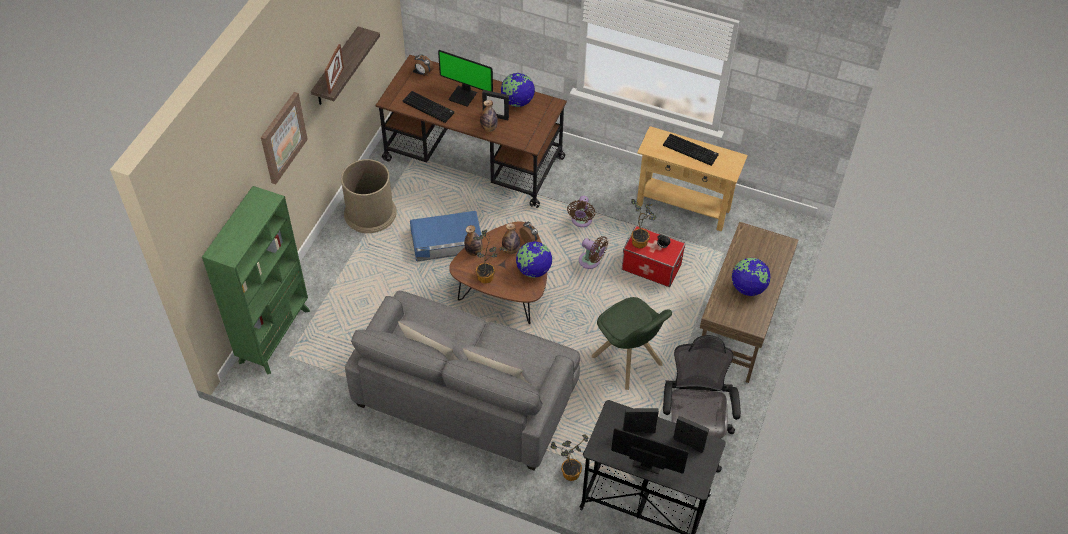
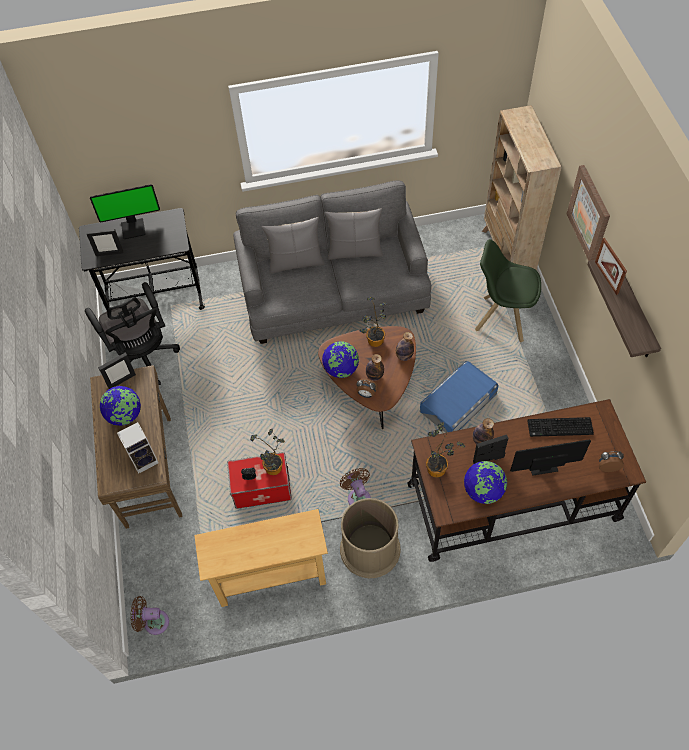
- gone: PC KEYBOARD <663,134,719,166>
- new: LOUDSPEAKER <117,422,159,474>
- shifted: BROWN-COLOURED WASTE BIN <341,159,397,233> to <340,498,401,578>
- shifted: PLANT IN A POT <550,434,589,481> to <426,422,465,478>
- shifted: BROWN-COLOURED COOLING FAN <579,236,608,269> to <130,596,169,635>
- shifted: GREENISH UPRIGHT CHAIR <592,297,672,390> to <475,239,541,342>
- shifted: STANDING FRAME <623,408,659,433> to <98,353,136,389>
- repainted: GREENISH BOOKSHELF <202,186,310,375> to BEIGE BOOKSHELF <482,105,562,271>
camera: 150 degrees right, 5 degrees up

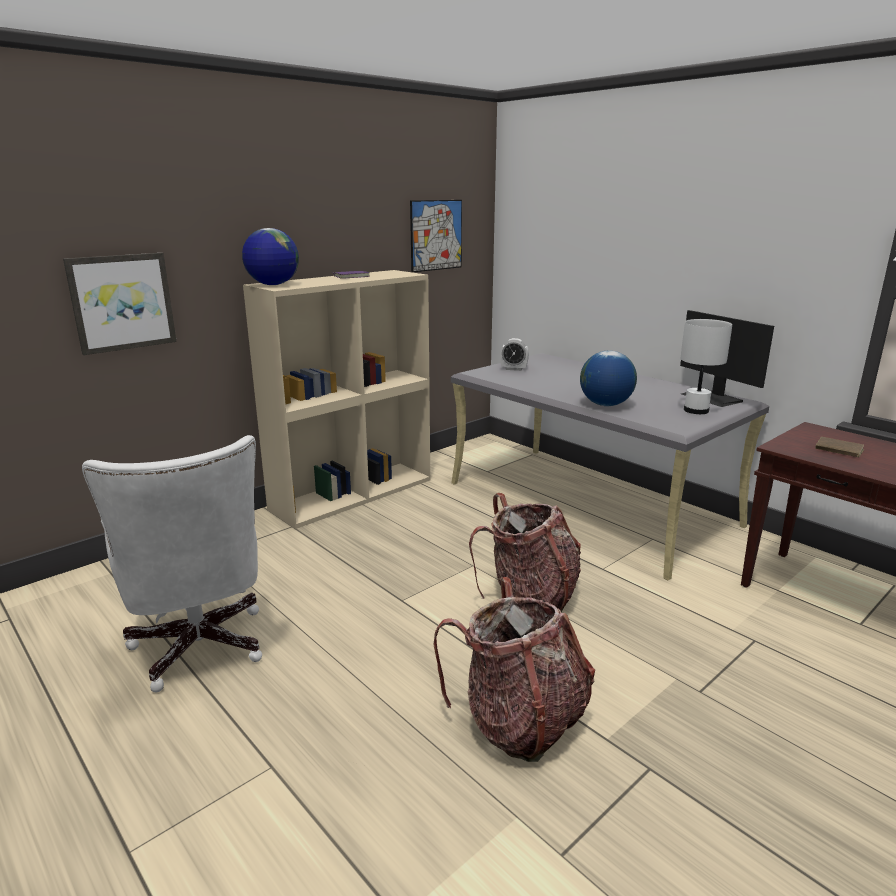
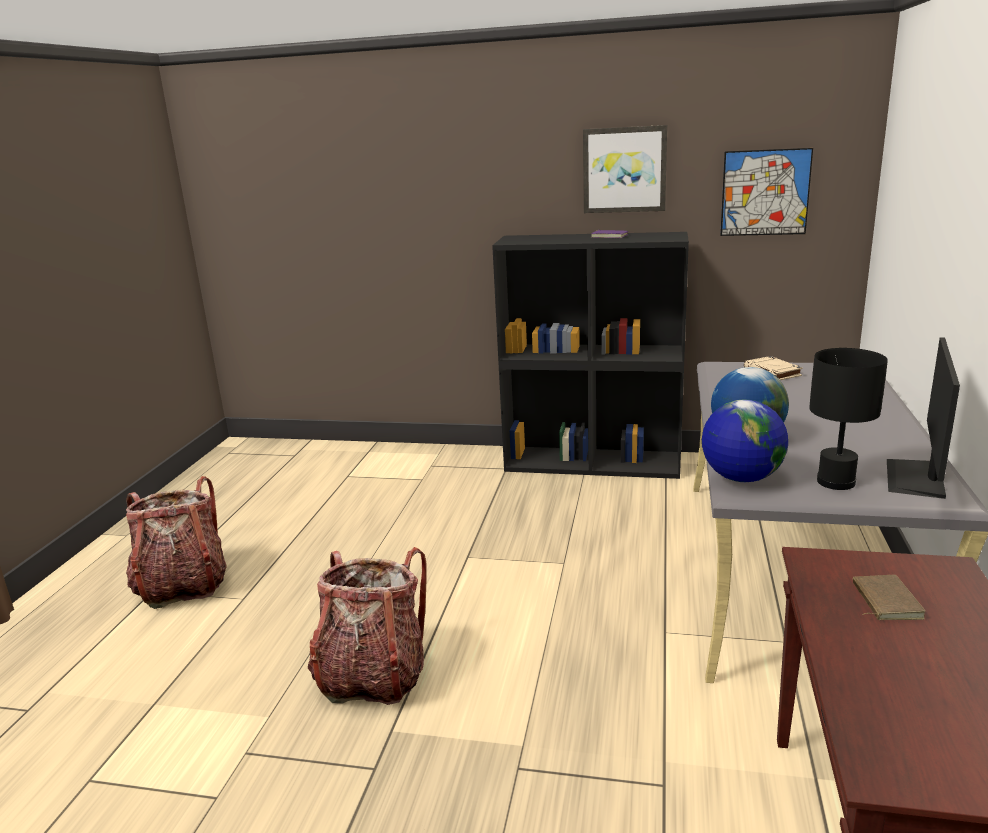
- gone: WHITISH OFFICE CHAIR <82,435,262,692>
- shifted: WALL PICTURE <63,253,177,355> to <583,125,667,213>
- shifted: DESK GLOBE <242,228,299,285> to <702,400,788,482>
- shifted: BACKPACK <469,493,581,613> to <126,476,226,609>
- swapped: BEDSIDE CLOCK <500,338,529,371> to BEIGE BOUND BOOK <744,356,803,380>
- repainted: BEIGE BOOKSHELF <243,270,430,529> to BLACK BOOKSHELF <492,232,689,479>
- repainted: WHITISH LAMP FOR A TABLE <681,319,732,414> to BLACK LAMP FOR A TABLE <810,348,888,490>
camera: 55 degrees right, 0 degrees up

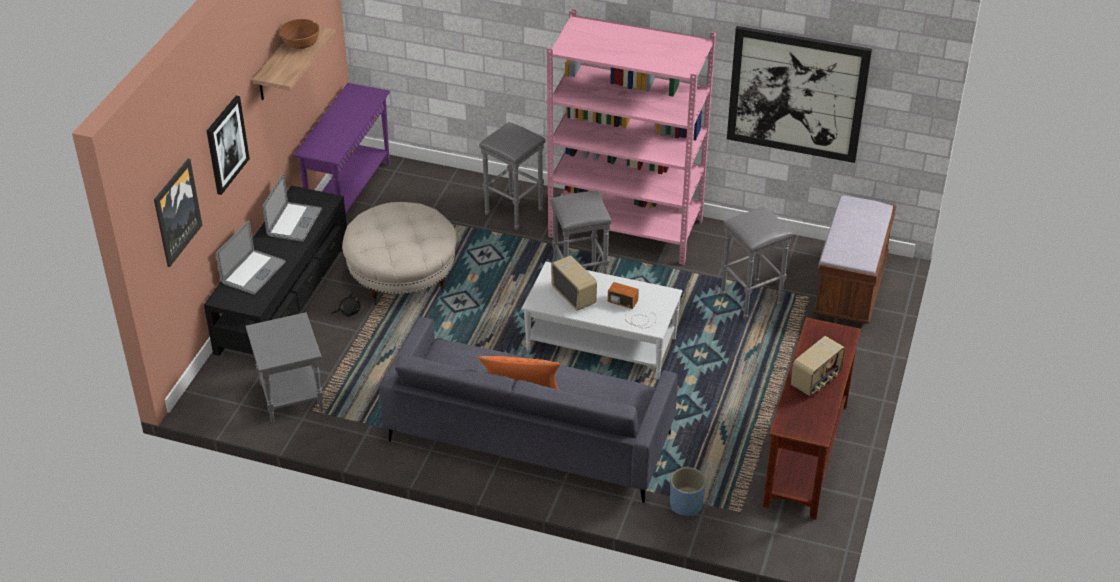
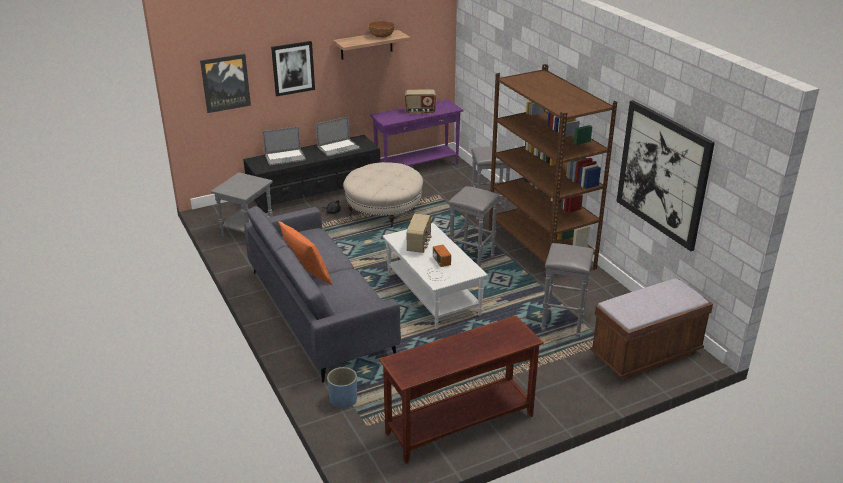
- shifted: RADIO SET <791,336,845,396> to <405,90,436,114>
- repainted: PINK-COLOURED BOOKSHELF <547,8,716,265> to BROWN-COLOURED BOOKSHELF <489,64,617,270>
camera: 45 degrees right, 10 degrees down

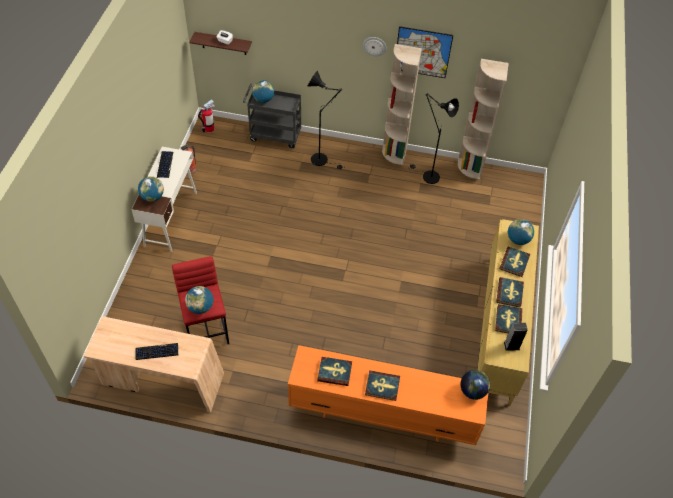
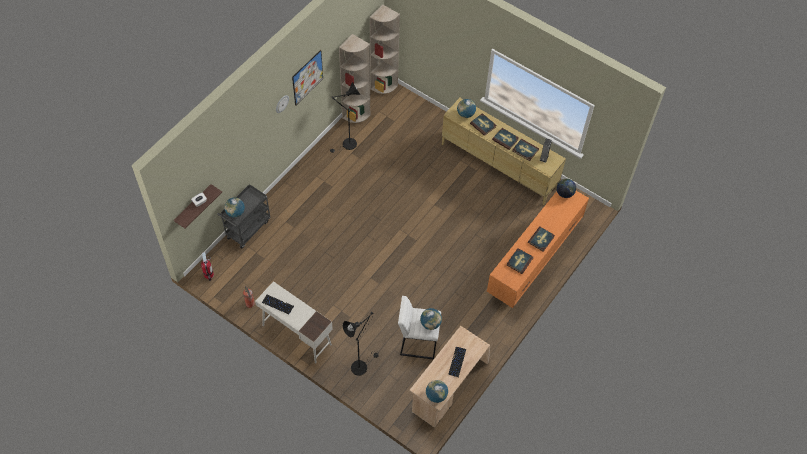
- shifted: DESK GLOBE <138,176,164,202> to <426,380,448,403>
- shifted: BLACK FLOOR LAMP <308,70,344,169> to <343,312,379,376>
- shifted: BEIGE BOOKSHELF <382,44,422,165> to <370,4,400,94>
- repainted: REDDISH STOOL <172,256,229,344> to WHITISH STOOL <398,296,441,360>
camera: 65 degrees left, 5 degrees up

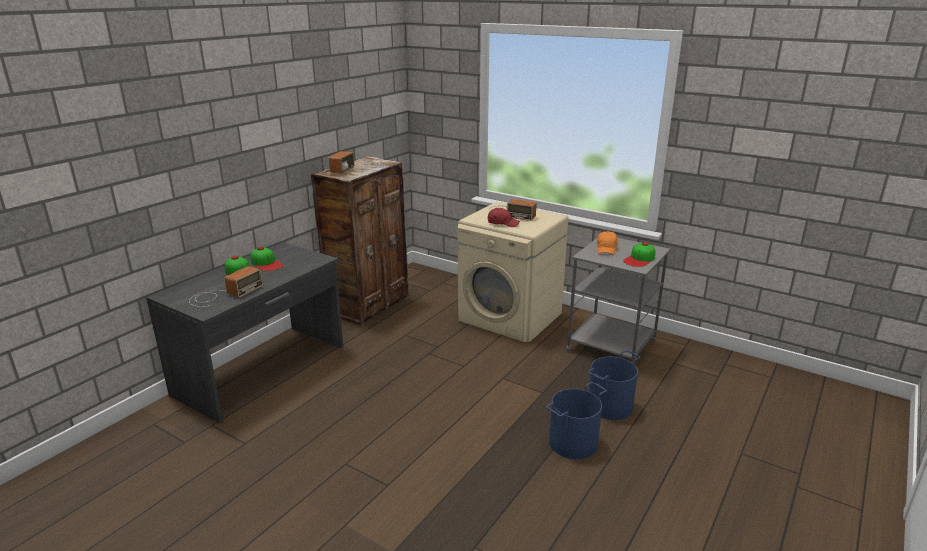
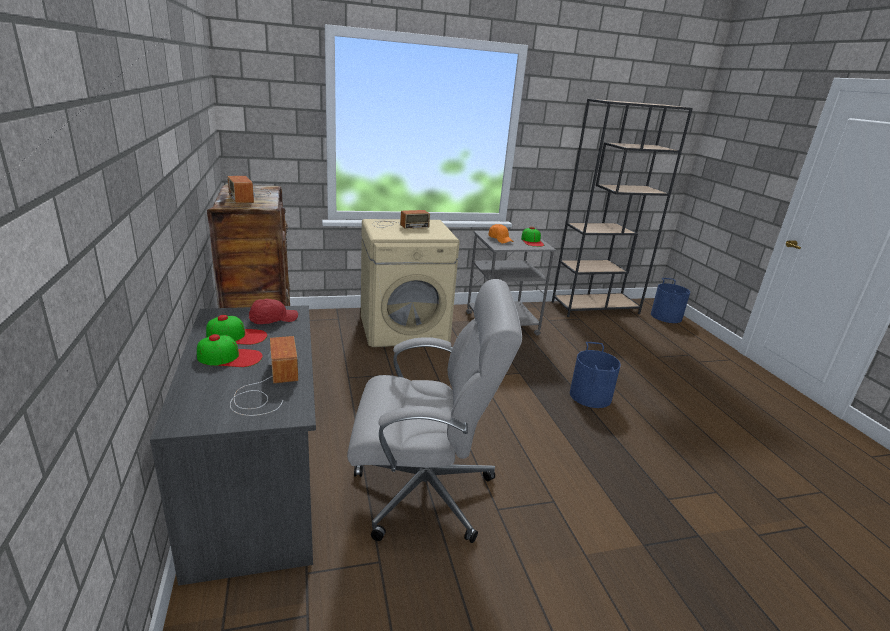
- new: GREY OFFICE CHAIR <347,279,522,543>
- new: BOOKSHELF <552,99,693,317>
- shifted: REDDISH CAP <488,208,520,227> to <249,298,298,324>
- shifted: BLUE-COLOURED BUCKET <588,350,641,420> to <651,278,690,323>
camera: 50 degrees left, 0 degrees up

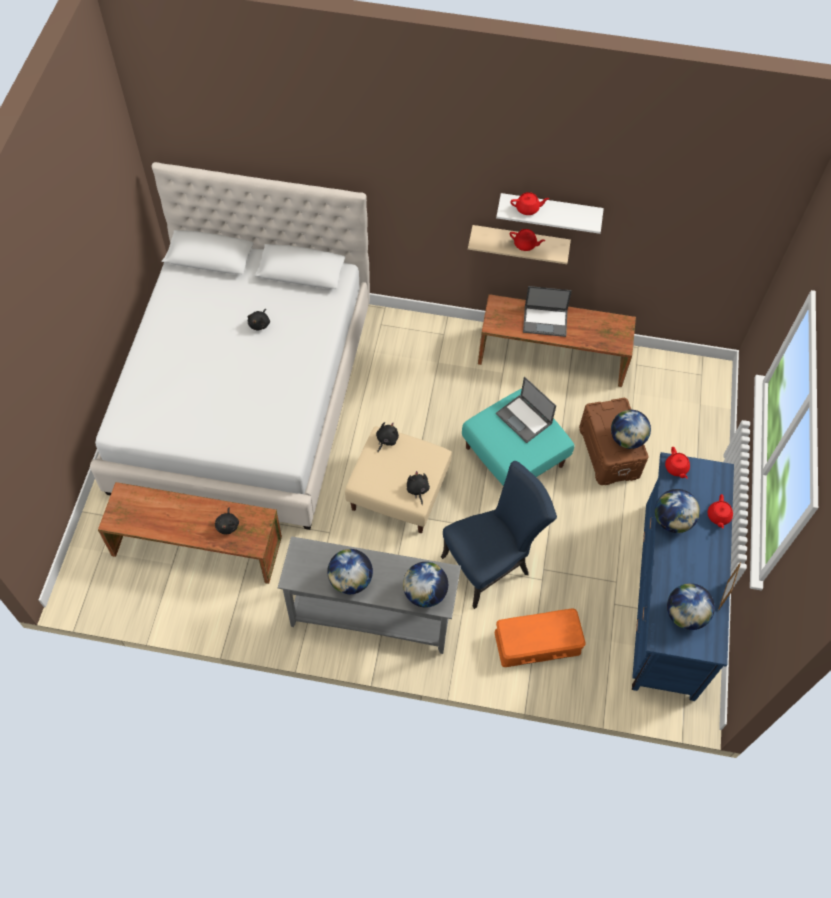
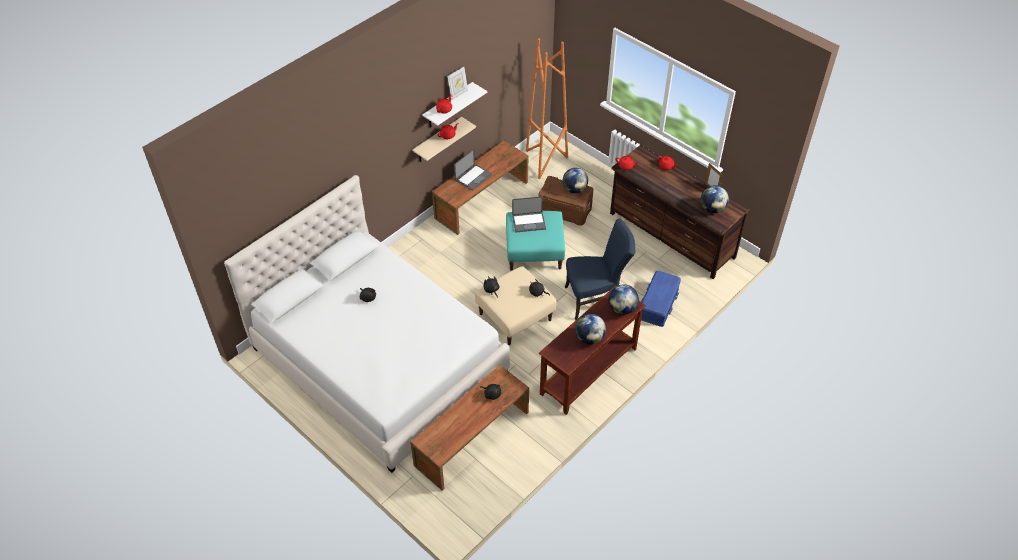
- gone: DESK GLOBE <655,489,700,533>
- new: STANDING FRAME <447,67,468,100>
- new: ORANGE-COLOURED GARMENT STAND <526,38,568,179>
- repainted: GREY CONSOLE TABLE <278,536,461,654> to BROWN-COLOURED CONSOLE TABLE <539,285,646,415>
- repainted: ORANGE-COLOURED STORAGE BOX <495,608,586,667> to BLUE-COLOURED STORAGE BOX <641,271,681,327>
- repainted: BLUE-COLOURED DRAWER CHEST <632,452,734,701> to BROWN-COLOURED DRAWER CHEST <610,145,750,279>
- rotated: BLUE-COLOURED UPRIGHT CHAIR <441,461,557,609> = <565,219,635,320> 75 degrees clockwise
camera: 55 degrees left, 10 degrees down

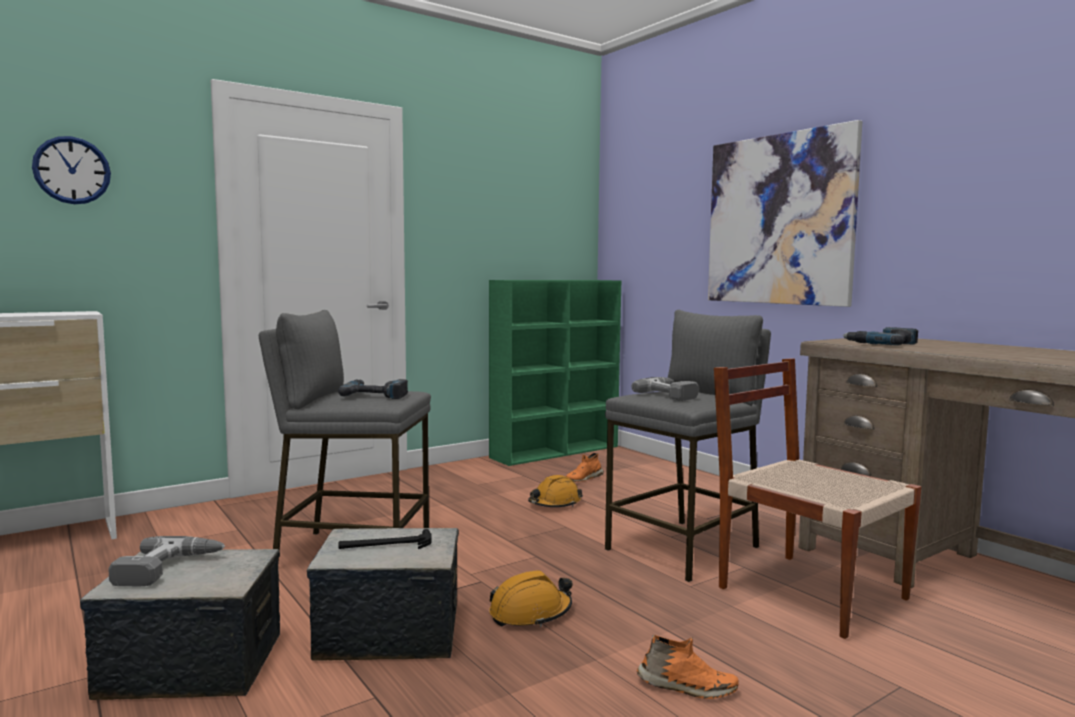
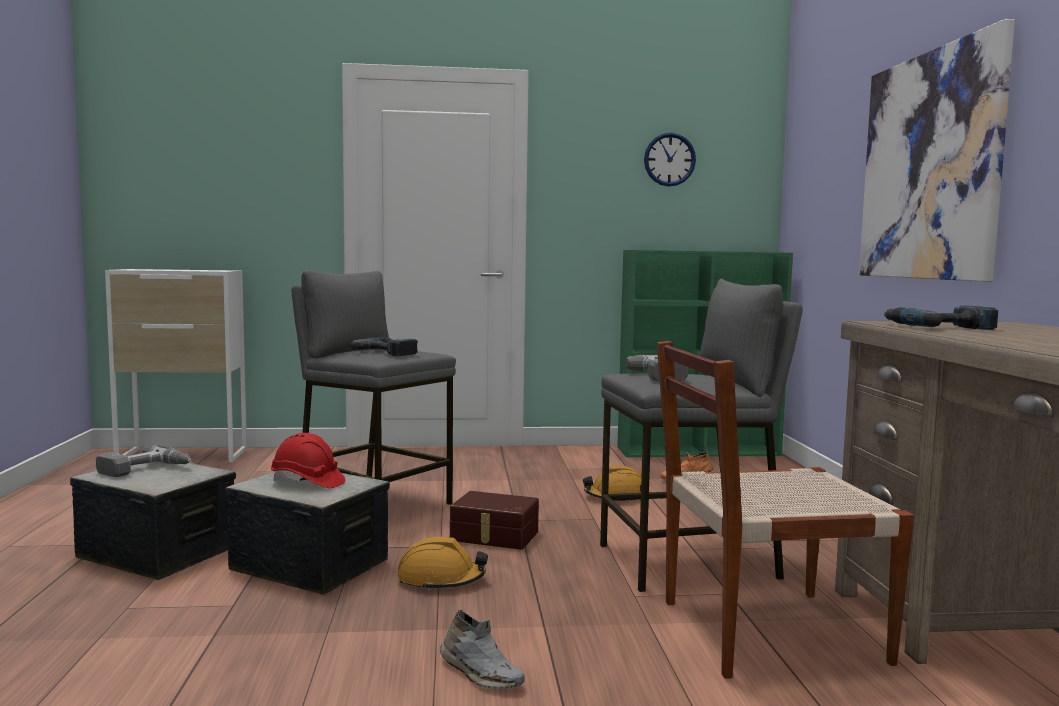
- new: BROWN-COLOURED STORAGE BOX <450,491,539,550>
- shifted: CLOCK ON THE WALL <32,136,111,204> to <644,133,696,187>
- swapped: HAMMER <338,529,432,549> to REDDISH WORK HELMET <271,433,345,488>
- repainted: ORANGE-COLOURED SHOE <637,635,739,699> to GREY SHOE <440,609,525,689>
- rotated: UPRIGHT CHAIR <714,359,921,639> = <657,341,914,679> 90 degrees counterclockwise
camera: 30 degrees right, 0 degrees up

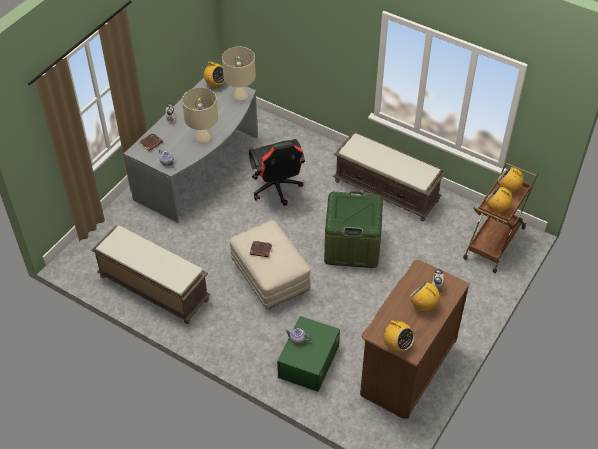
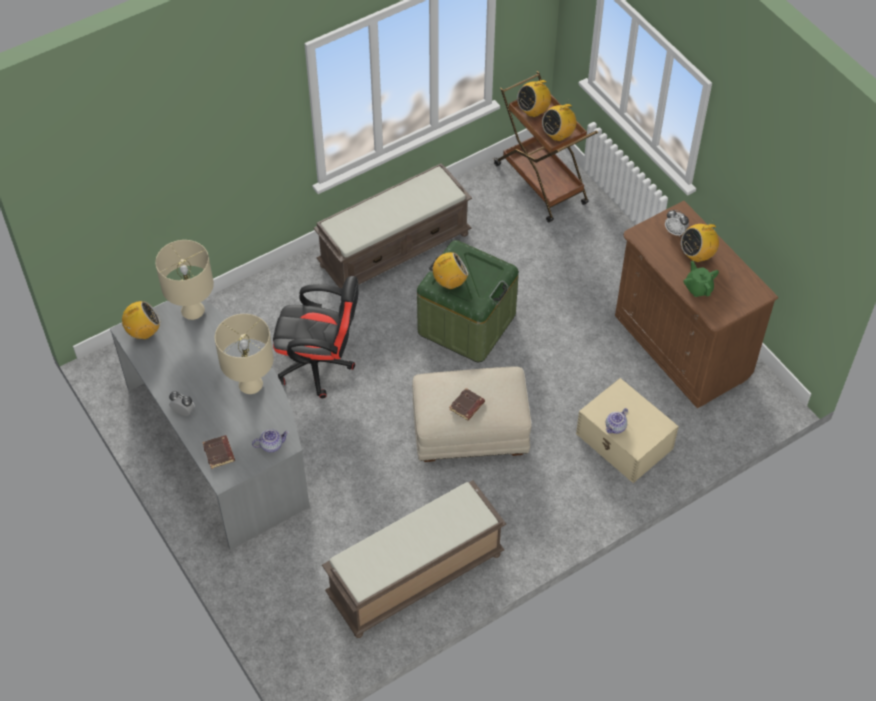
- new: GREENISH TEAPOT <683,261,719,297>
- shifted: RADIO SET <383,320,414,352> to <433,252,469,289>
- repainted: GREENISH STORAGE BOX <277,316,340,392> to BEIGE STORAGE BOX <576,378,679,483>
camera: 65 degrees left, 5 degrees up

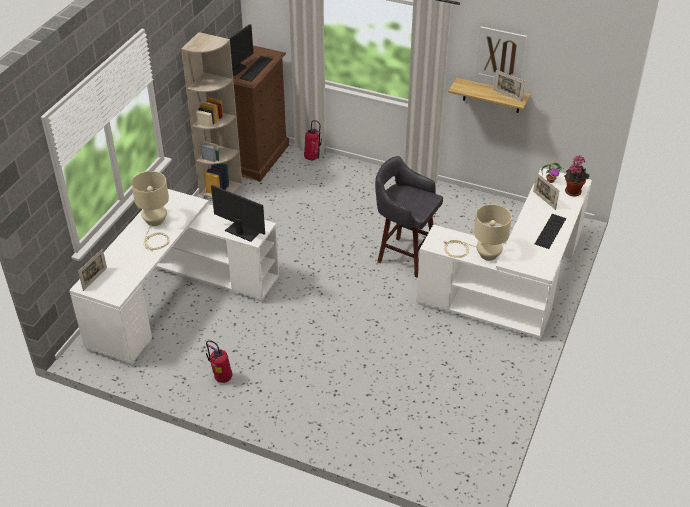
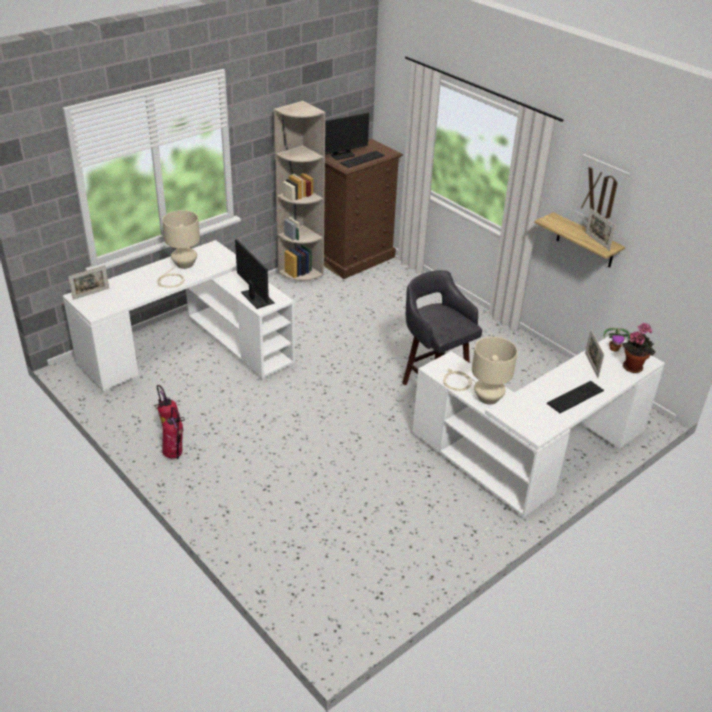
- shifted: EXTINGUISHER <304,120,322,161> to <162,407,185,459>
camera: 25 degrees right, 5 degrees down

